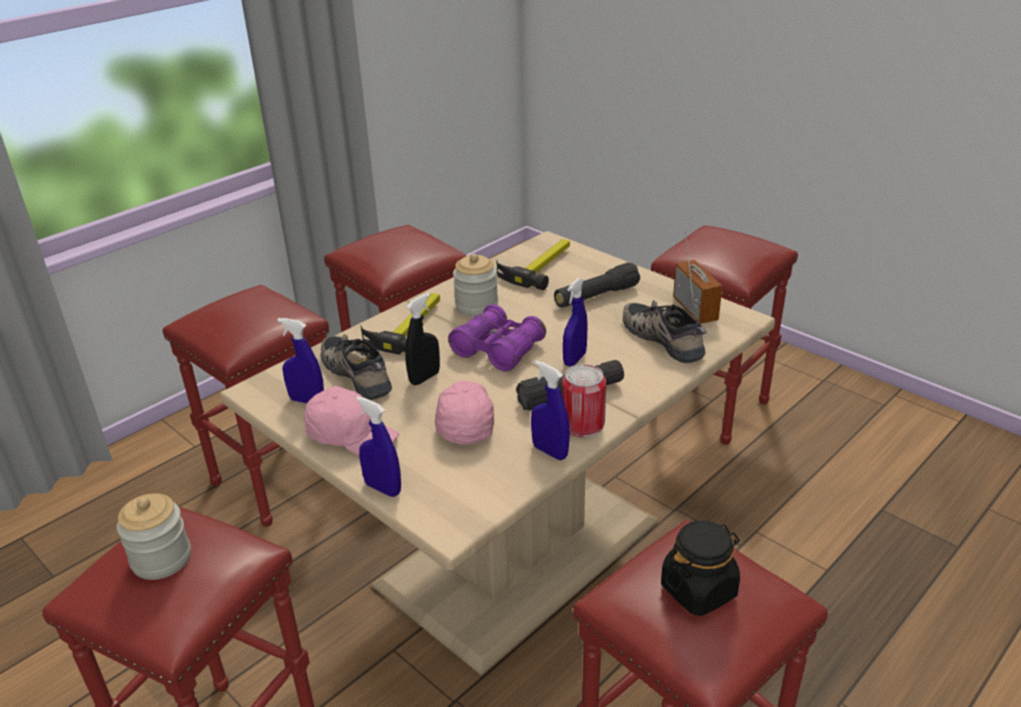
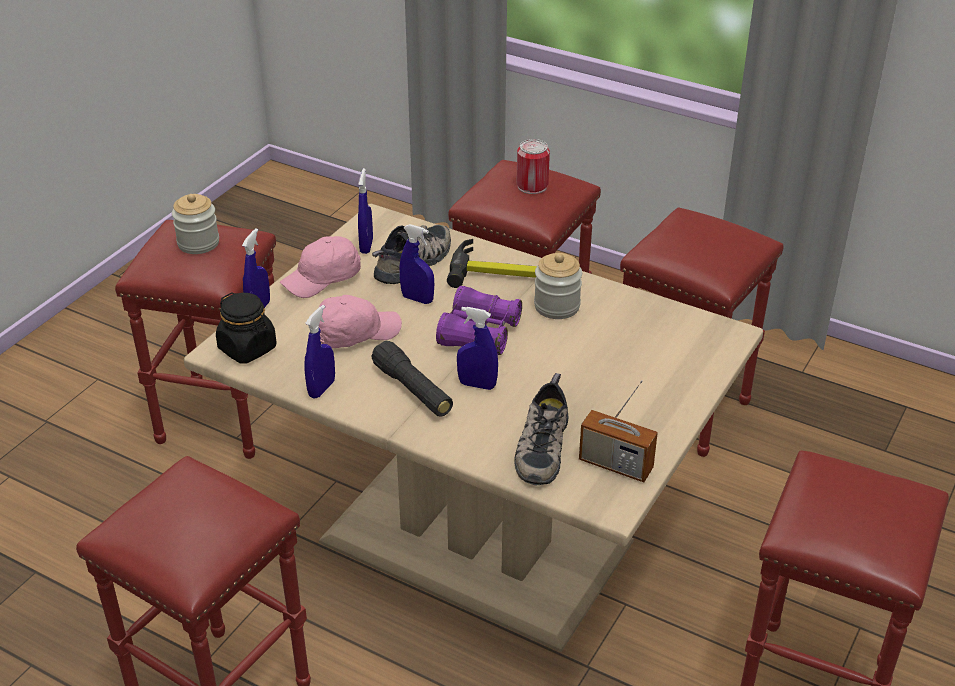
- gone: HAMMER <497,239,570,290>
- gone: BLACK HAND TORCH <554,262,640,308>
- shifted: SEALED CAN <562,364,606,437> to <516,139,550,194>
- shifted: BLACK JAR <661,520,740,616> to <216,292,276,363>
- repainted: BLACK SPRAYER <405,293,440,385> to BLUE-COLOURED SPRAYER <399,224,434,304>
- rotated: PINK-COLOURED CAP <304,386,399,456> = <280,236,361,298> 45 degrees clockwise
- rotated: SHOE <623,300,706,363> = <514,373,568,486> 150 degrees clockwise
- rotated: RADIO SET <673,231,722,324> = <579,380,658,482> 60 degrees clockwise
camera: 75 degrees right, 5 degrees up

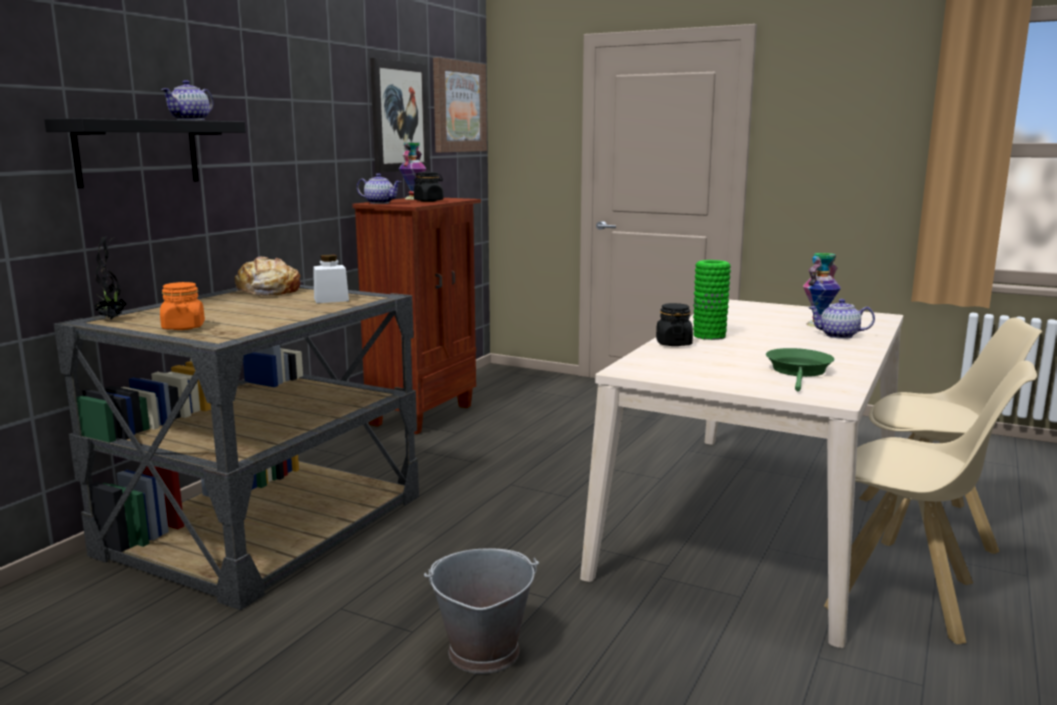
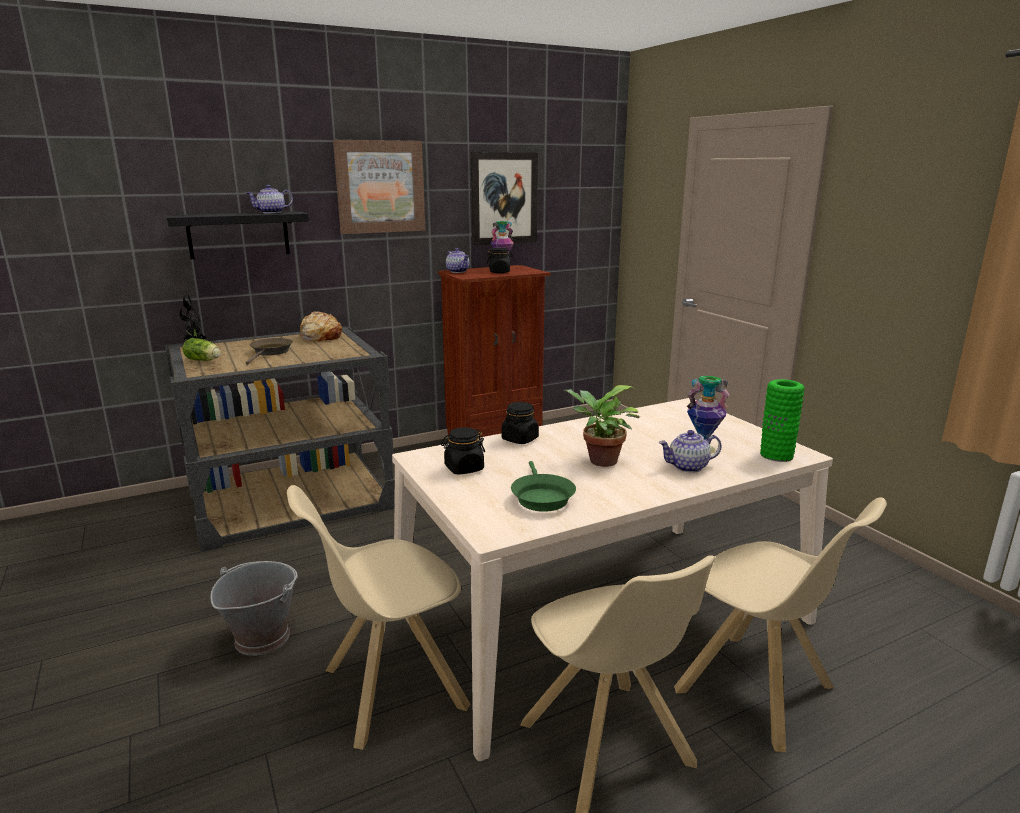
- gone: WHITISH JAR <313,255,349,303>
- new: BROWN-COLOURED FRYING PAN <245,338,293,365>
- new: BEIGE UPRIGHT CHAIR <287,485,470,750>
- new: BLACK JAR <441,427,485,475>
- new: PLANT IN A POT <564,385,640,467>
- shifted: WALL PICTURE <433,57,487,152> to <333,140,425,234>
- shifted: GREENISH VASE <693,260,731,340> to <760,379,804,462>
- swapped: ORANGE-COLOURED JAR <160,282,205,330> to LETTUCE HEAD <182,338,221,361>
- rotated: GREENISH FRYING PAN <766,348,834,391> = <511,461,576,512> 120 degrees clockwise
- rotated: TEAPOT <808,299,875,339> = <658,430,721,473> 60 degrees counterclockwise
camera: 35 degrees right, 5 degrees up

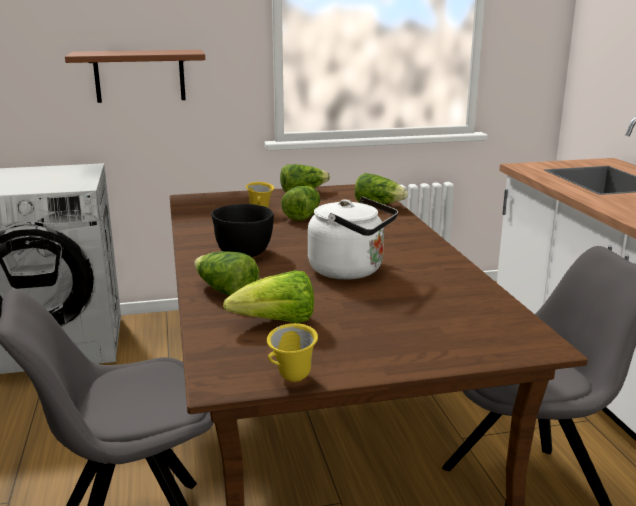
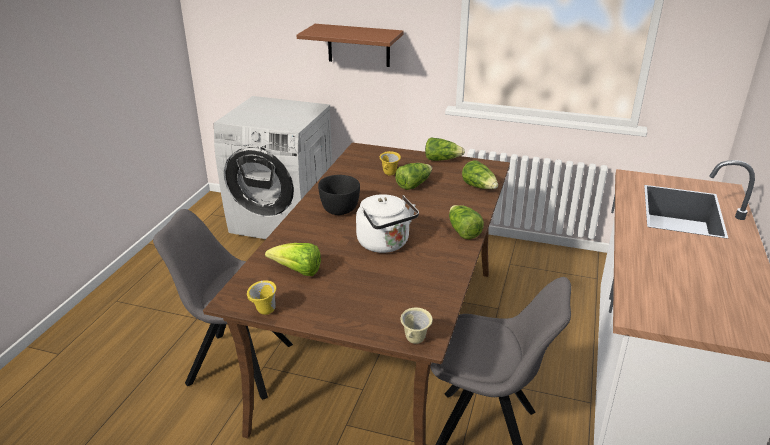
- new: BEIGE MUG <400,308,433,344>
- shifted: LETTUCE HEAD <194,251,259,296> to <449,205,484,239>
camera: 30 degrees right, 10 degrees up

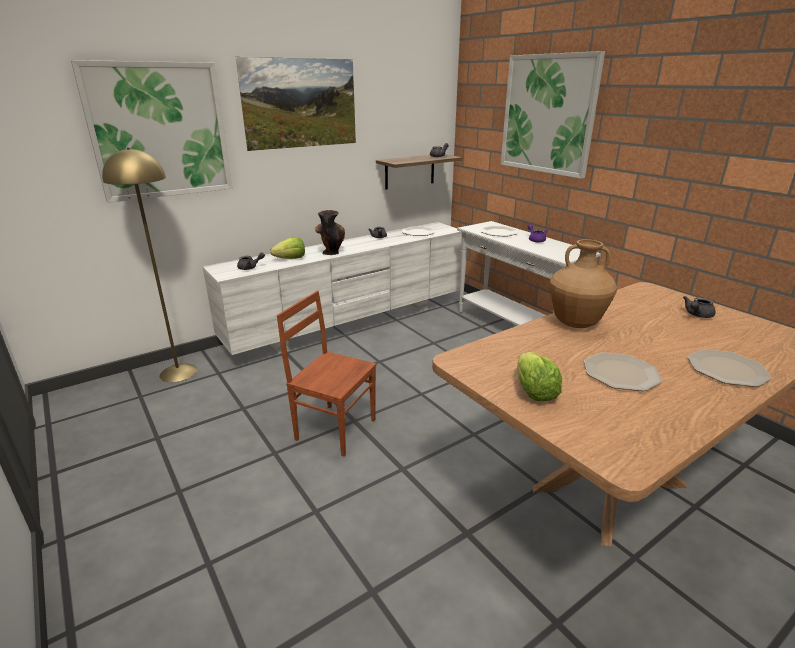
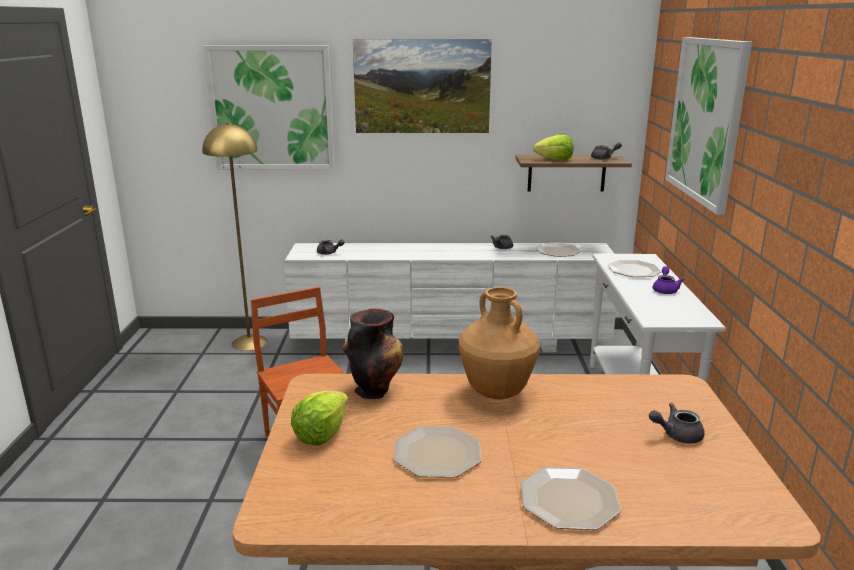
- shifted: LETTUCE HEAD <270,237,305,259> to <533,135,574,160>
- shifted: VASE <315,210,345,255> to <342,308,403,399>
camera: 35 degrees right, 5 degrees down

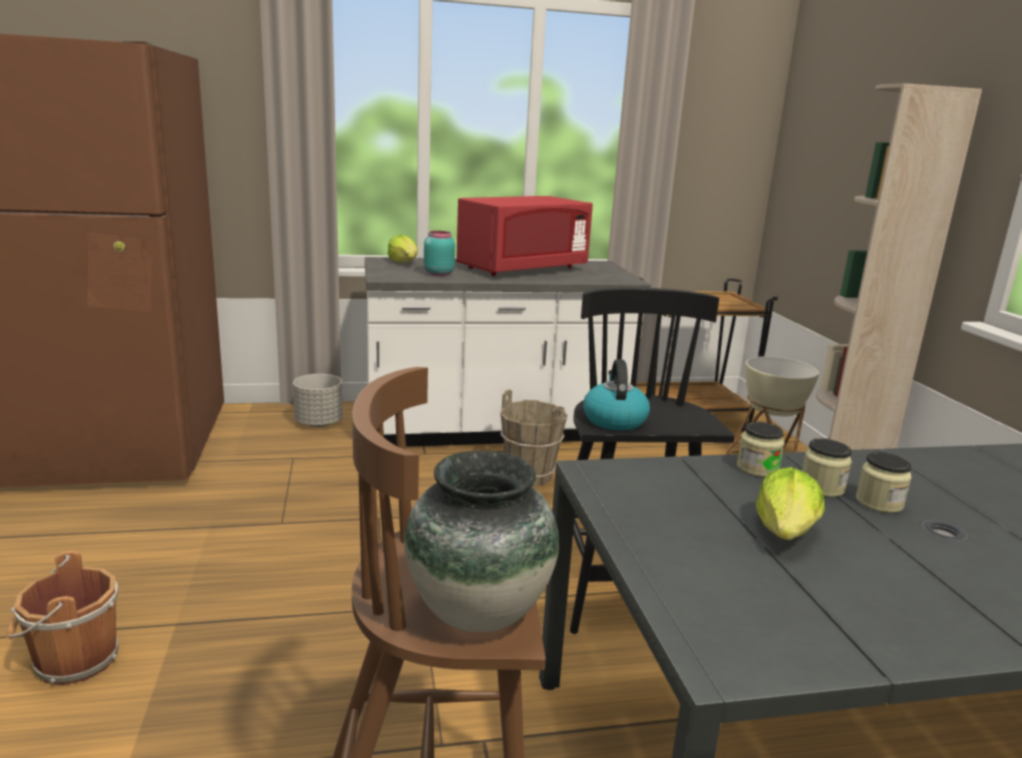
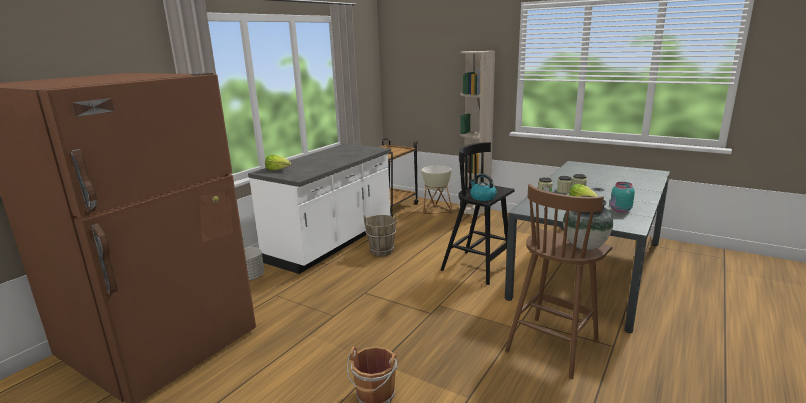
- gone: REDDISH MICROWAVE OVEN <456,196,593,276>
- shifted: BLUE-GREEN JAR <424,231,455,276> to <610,182,635,212>
camera: 45 degrees left, 0 degrees up

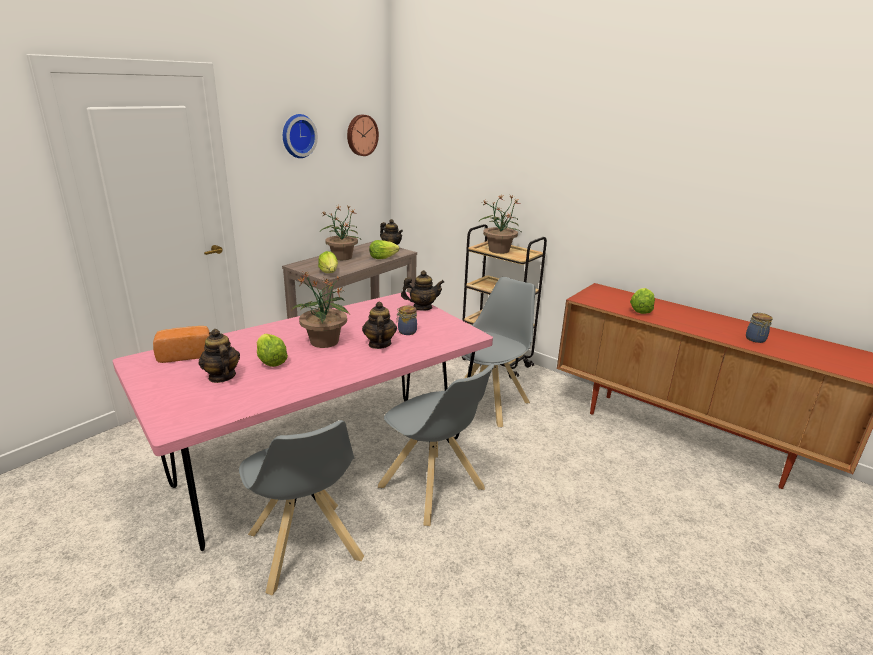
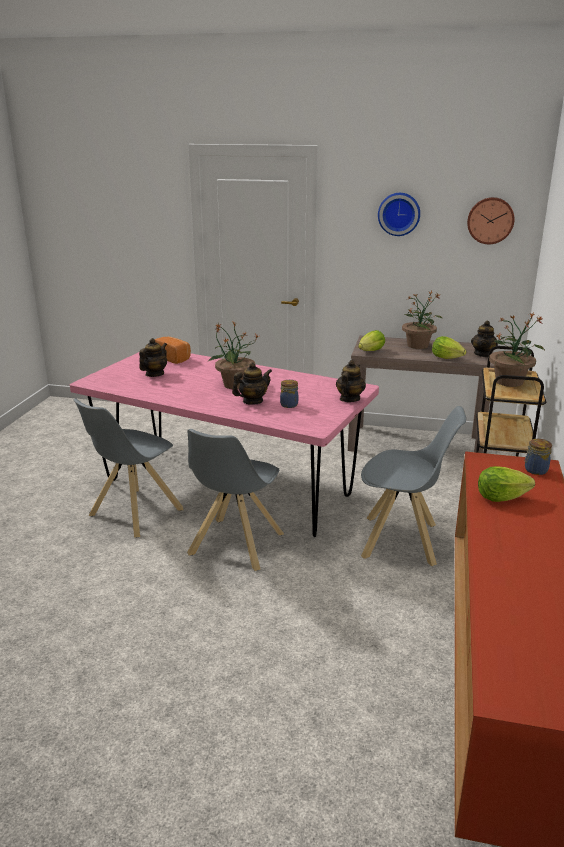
- gone: LETTUCE HEAD <257,334,288,367>
- shifted: JAR <746,313,773,343> to <525,439,552,475>
- rotated: TEAPOT <401,270,445,311> = <336,360,366,402> 120 degrees counterclockwise
camera: 65 degrees right, 0 degrees up

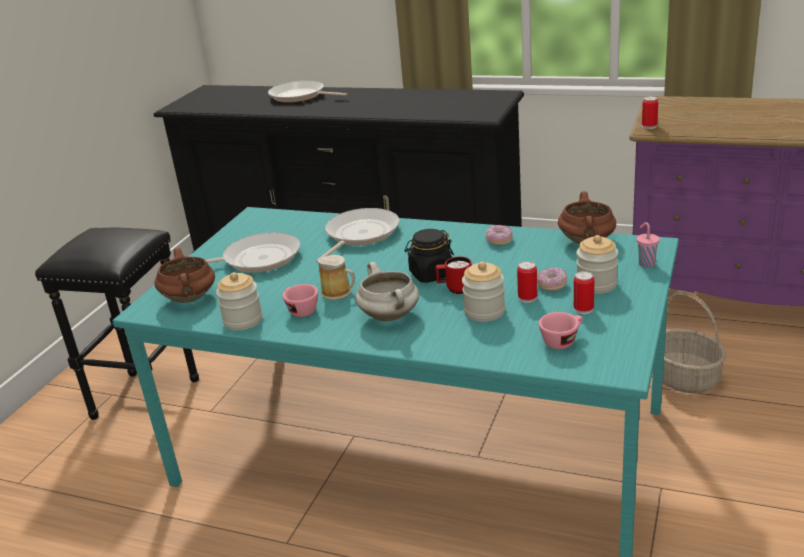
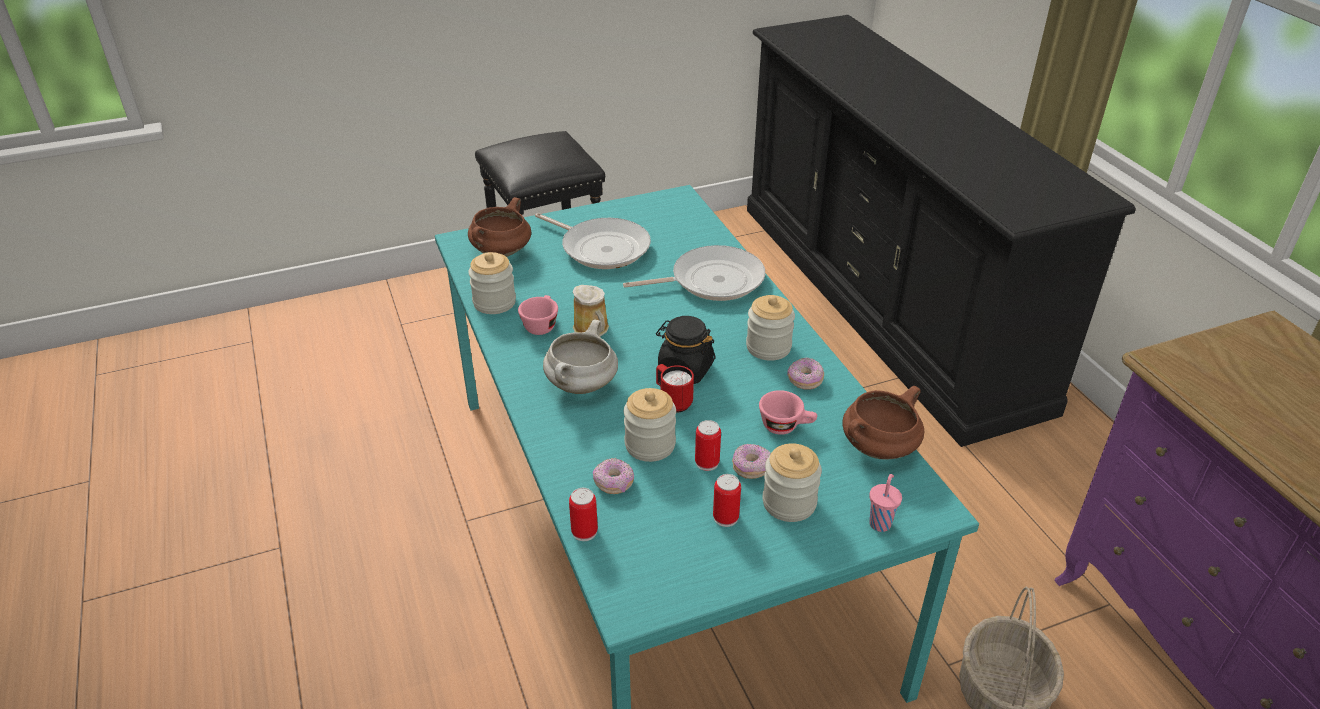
- gone: FRYING PAN <268,80,347,103>
- new: DONUT <593,458,634,494>
- new: JAR <746,295,795,361>
- shifted: PINK-COLOURED CUP <538,312,583,349> to <759,390,817,435>
- shifted: SEALED CAN <642,96,658,129> to <569,488,598,541>
camera: 45 degrees right, 10 degrees up

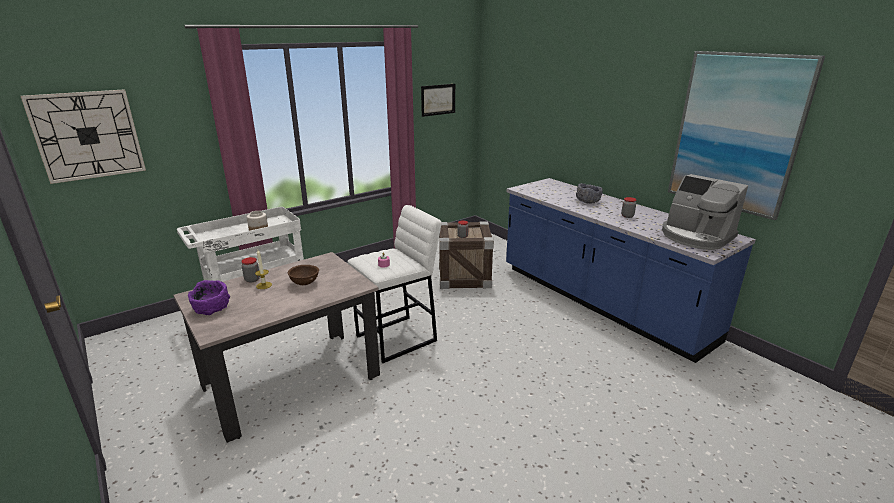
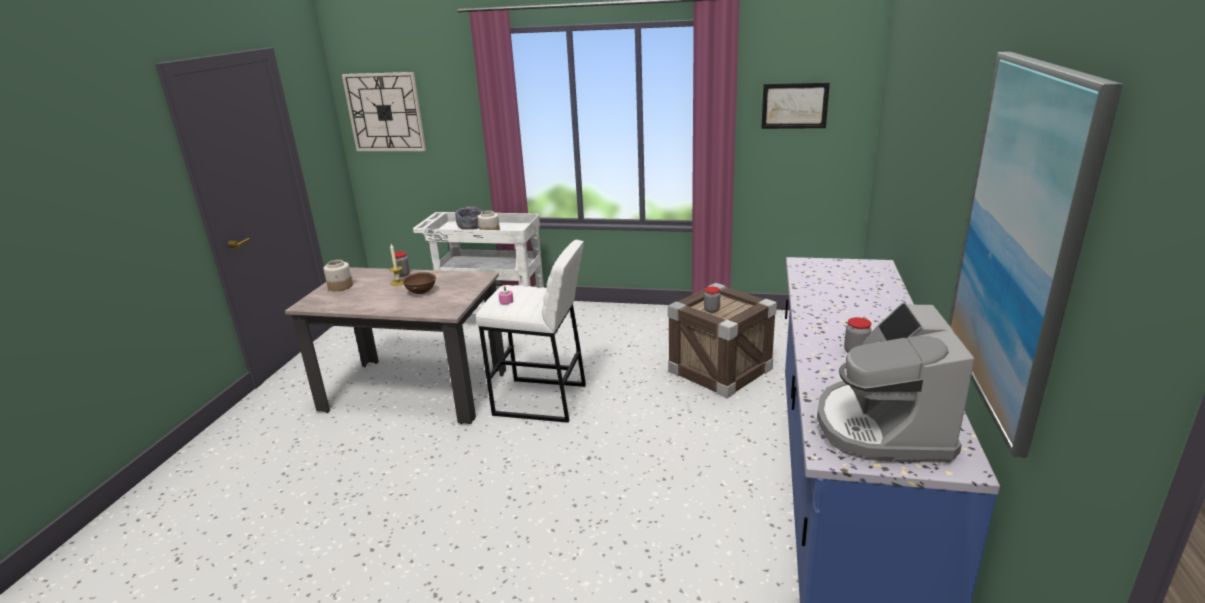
- shifted: GREY BOWL <576,183,603,204> to <455,207,483,230>
- swapped: PURPLISH BOWL <188,280,230,315> to JAR <323,260,353,291>
camera: 50 degrees right, 0 degrees up

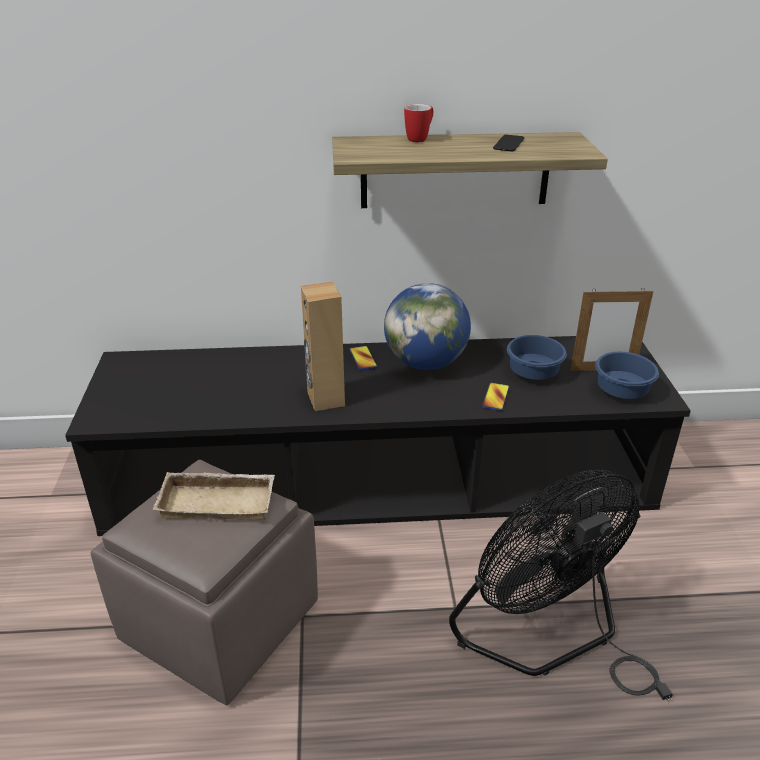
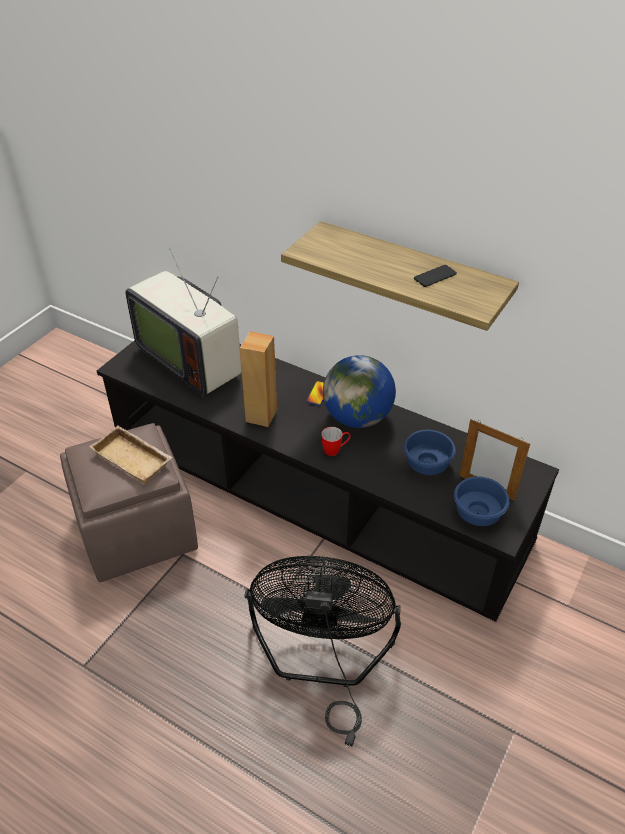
- gone: TELEPHONE <482,382,510,411>
- new: TV SET <125,249,241,396>
- shifted: MUG <404,104,433,142> to <321,427,351,456>
camera: 35 degrees right, 10 degrees up

